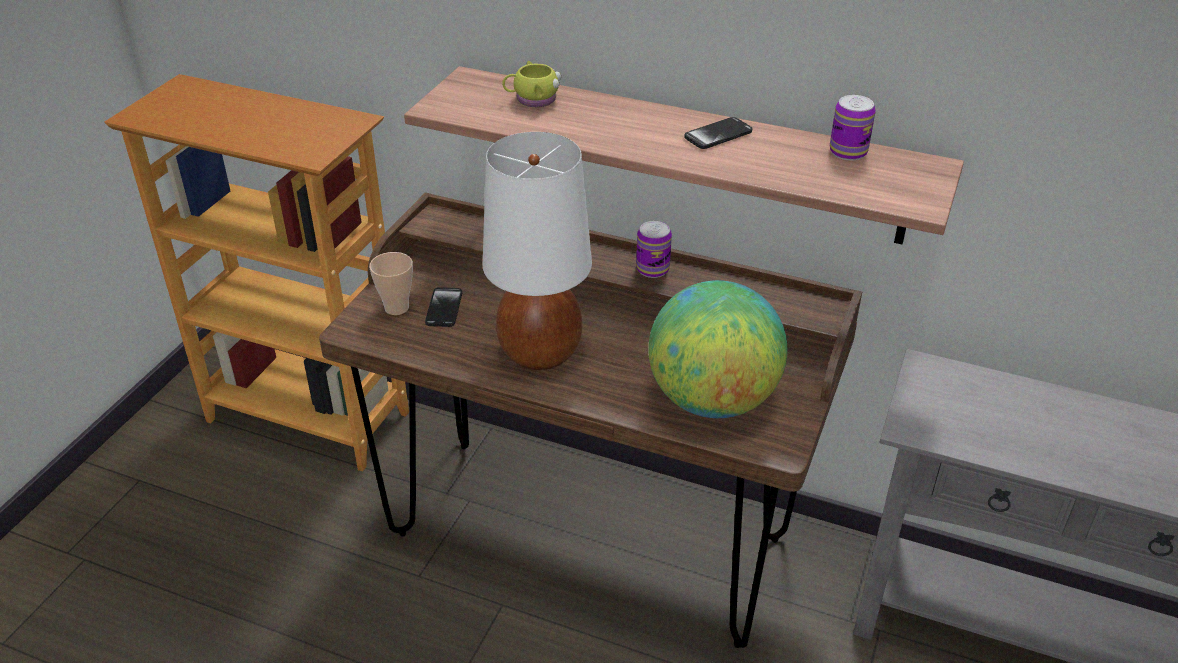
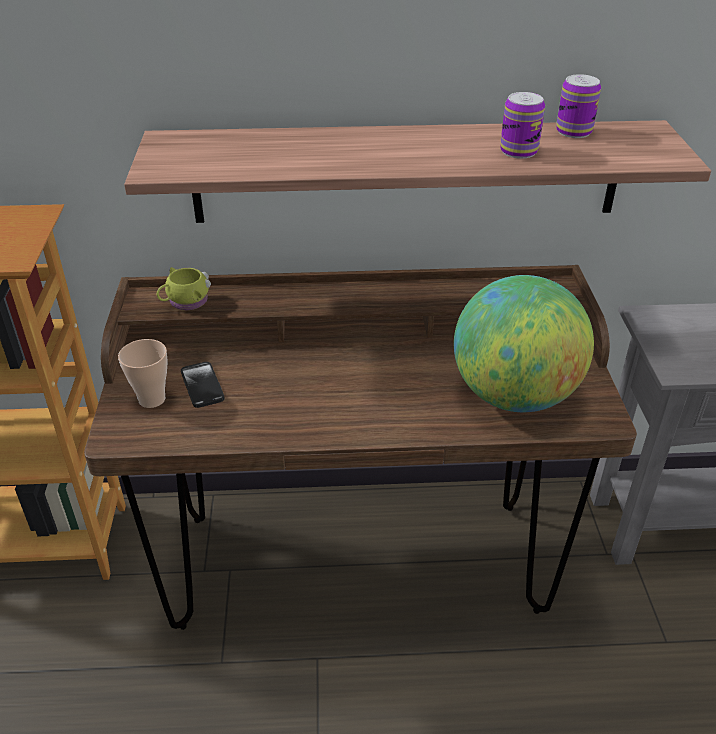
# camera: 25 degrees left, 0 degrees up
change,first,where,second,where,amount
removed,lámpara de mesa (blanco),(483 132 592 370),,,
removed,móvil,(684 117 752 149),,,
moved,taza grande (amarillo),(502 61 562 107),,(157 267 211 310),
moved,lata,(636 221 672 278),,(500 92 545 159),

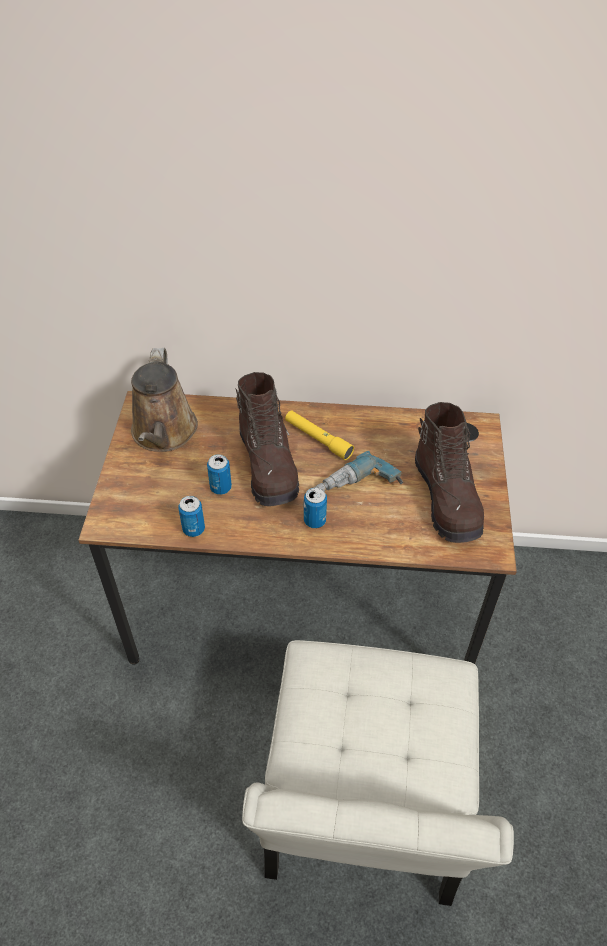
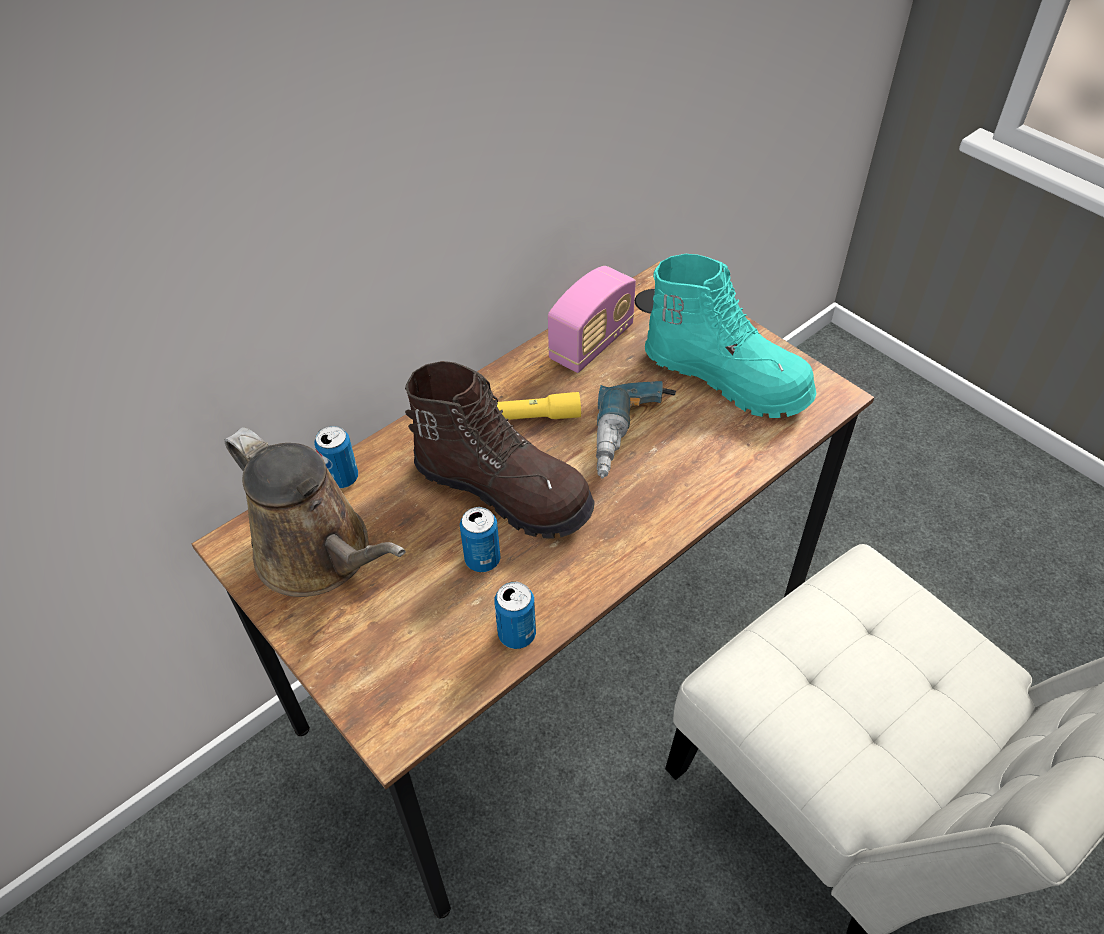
# camera: 45 degrees left, 0 degrees up
change,first,where,second,where,amount
added,,,radio,(548 266 636 373),
moved,lata,(304 487 327 528),,(314 426 358 488),
recoloured,bota (marrón),(415 402 484 543),bota (turquesa),(645 254 817 418),

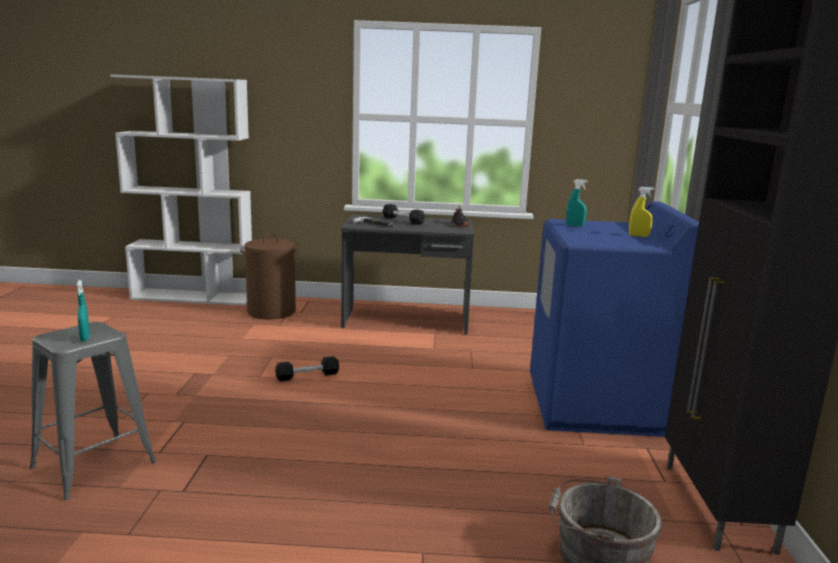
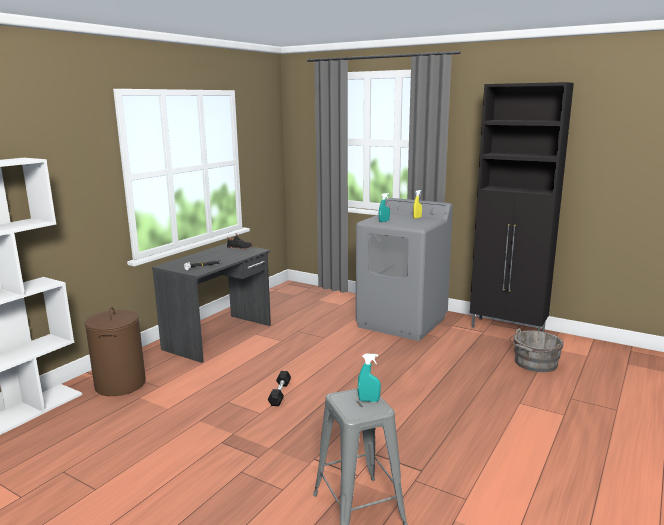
# camera: 60 degrees left, 0 degrees up
change,first,where,second,where,amount
removed,mancuerna (negro),(382 204 425 225),,,
recoloured,lavadora (azul),(530 202 699 437),lavadora (gris),(356 198 453 341),

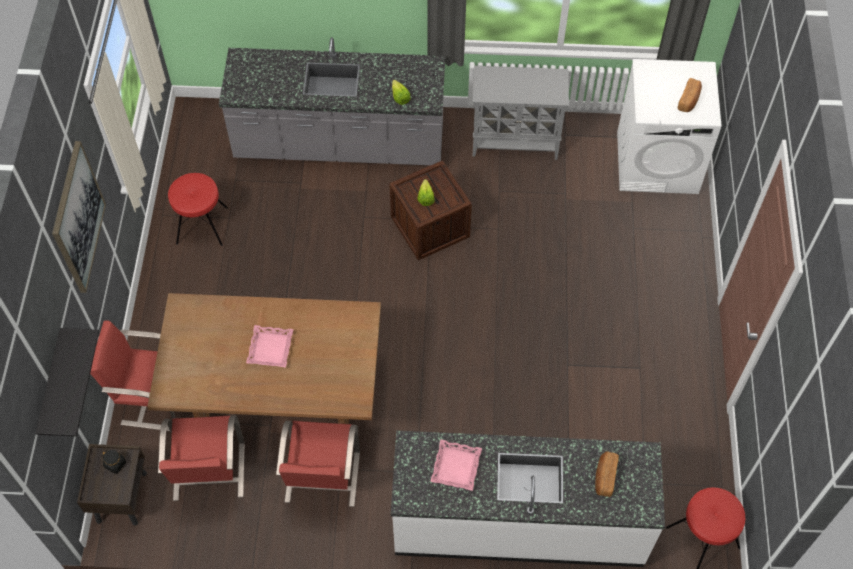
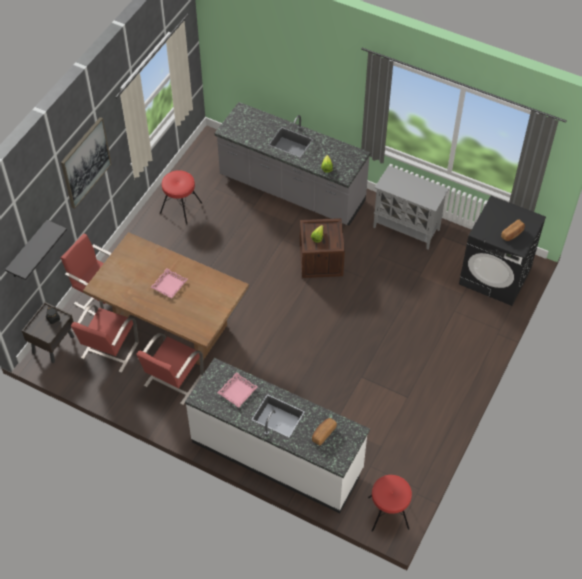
# camera: 25 degrees right, 5 degrees down
change,first,where,second,where,amount
recoloured,lavadora (blanco),(617 59 721 194),lavadora (negro),(459 196 546 306),

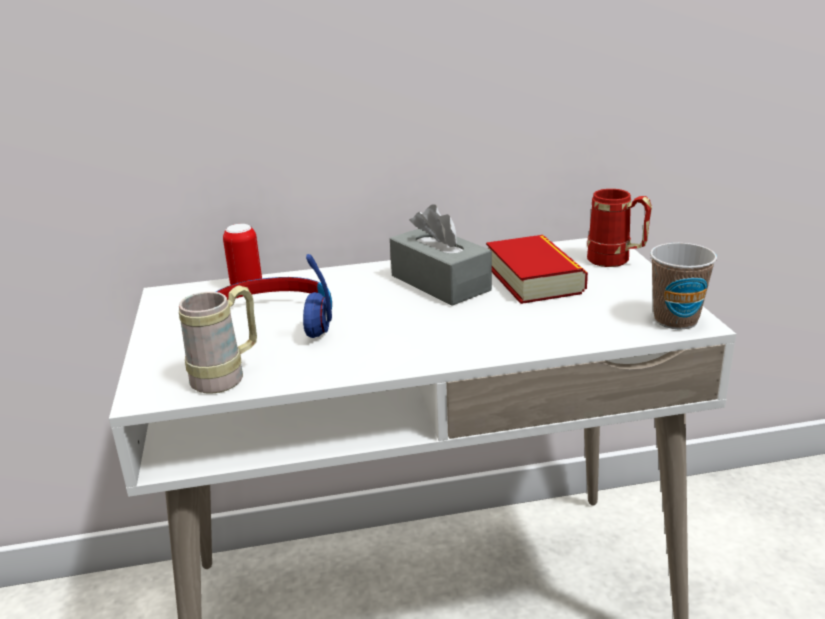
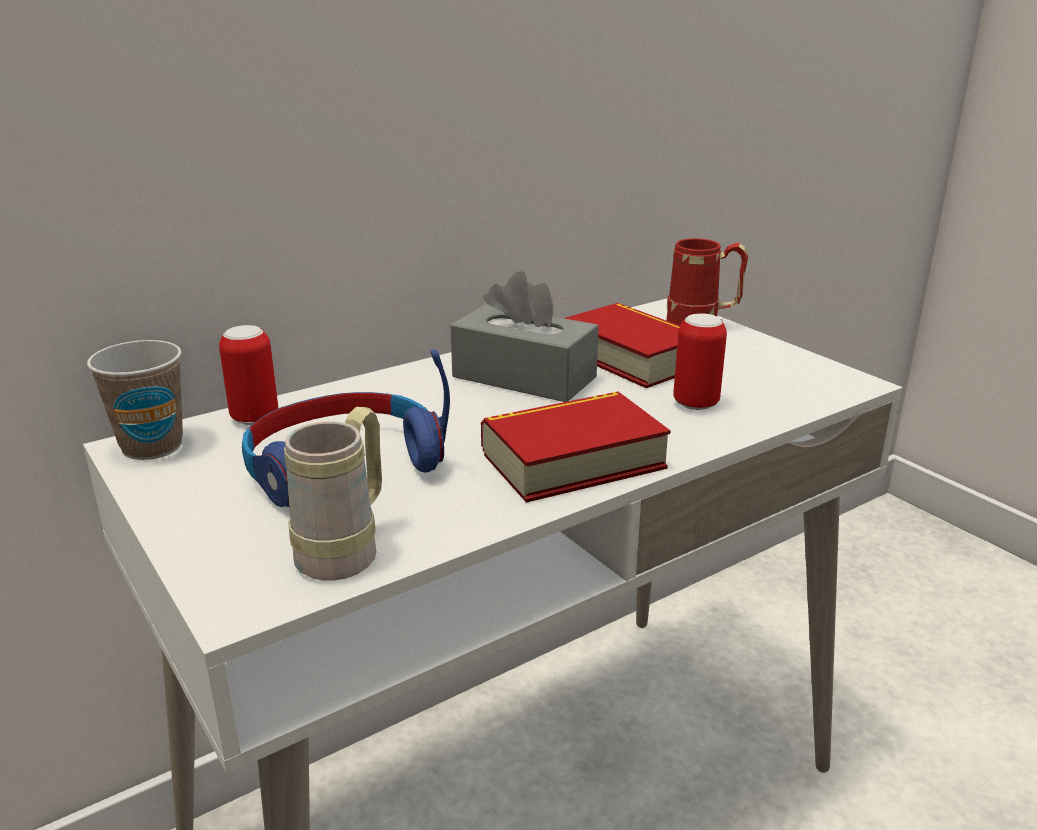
# camera: 25 degrees left, 0 degrees up
change,first,where,second,where,amount
added,,,libro,(481 391 671 503),
added,,,lata,(673 313 727 410),
moved,taza,(650 243 717 330),,(87 340 183 460),

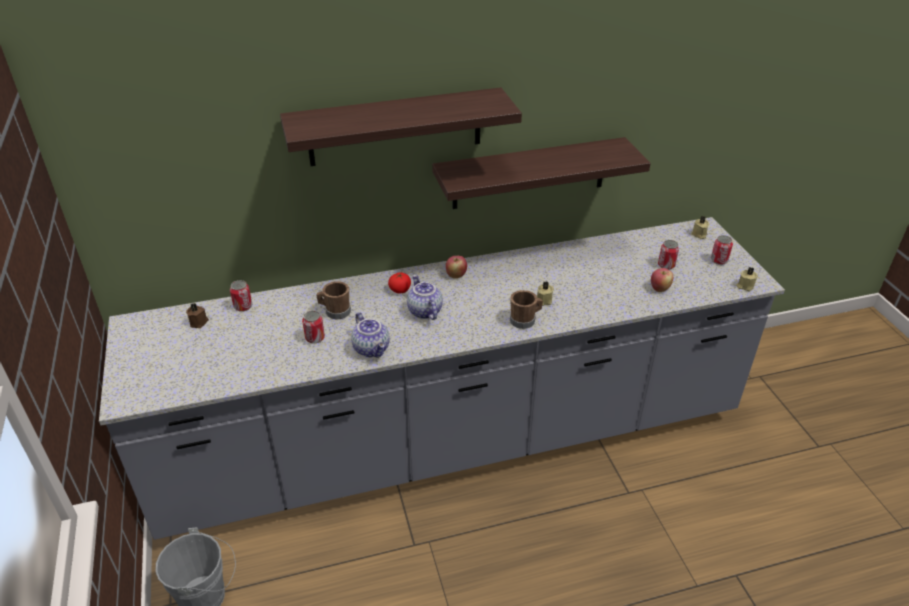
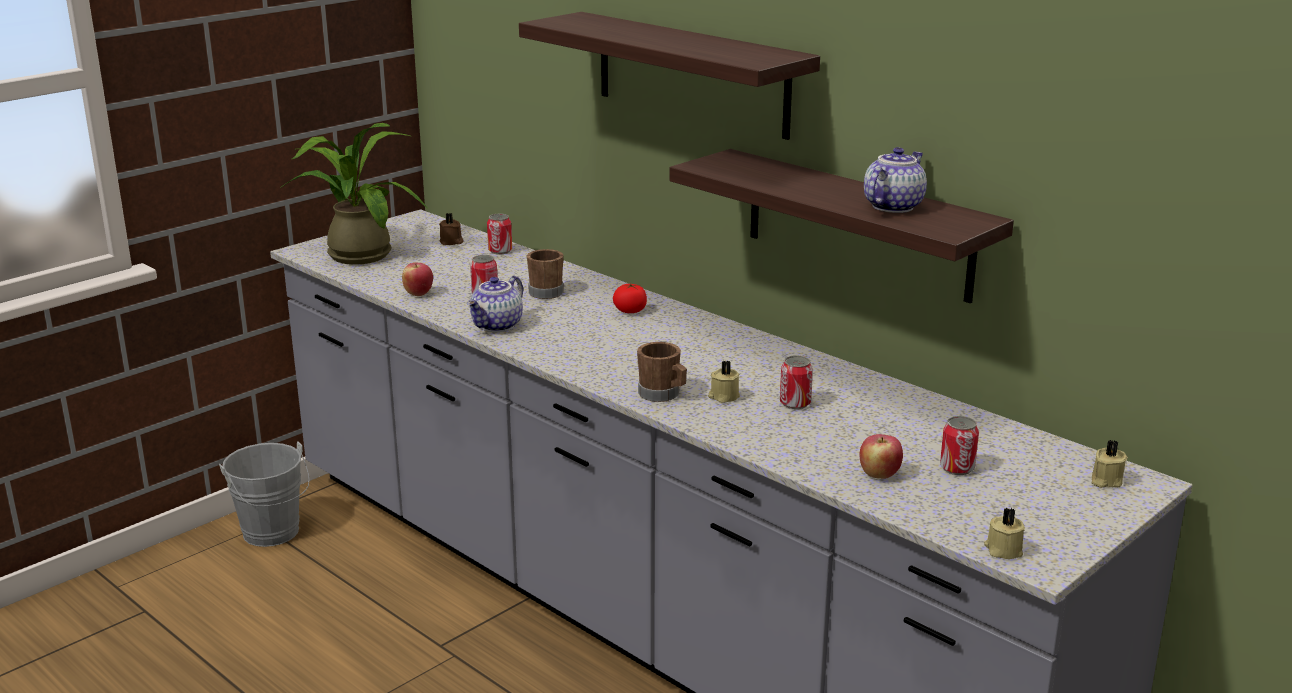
# camera: 60 degrees right, 15 degrees down
change,first,where,second,where,amount
added,,,planta en maceta,(280 123 428 265),
moved,tetera,(407 274 443 320),,(864 147 927 213),
moved,manzana,(446 256 467 278),,(402 263 433 296),
moved,lata,(711 235 733 265),,(780 355 813 409),

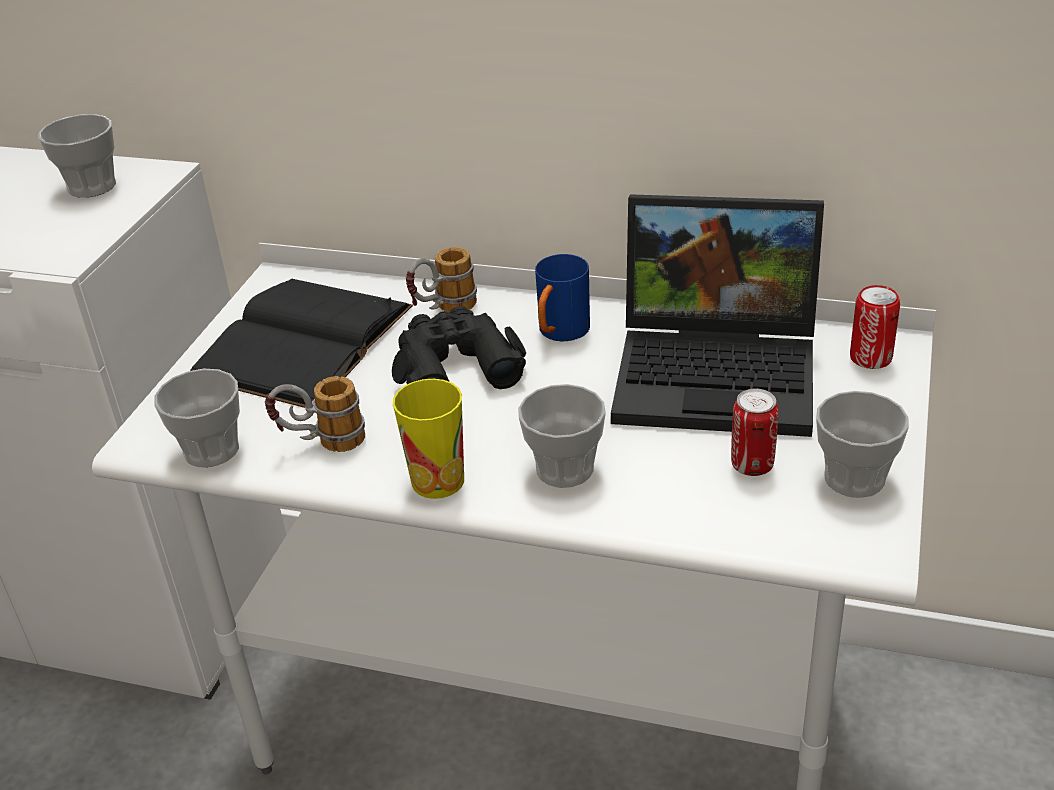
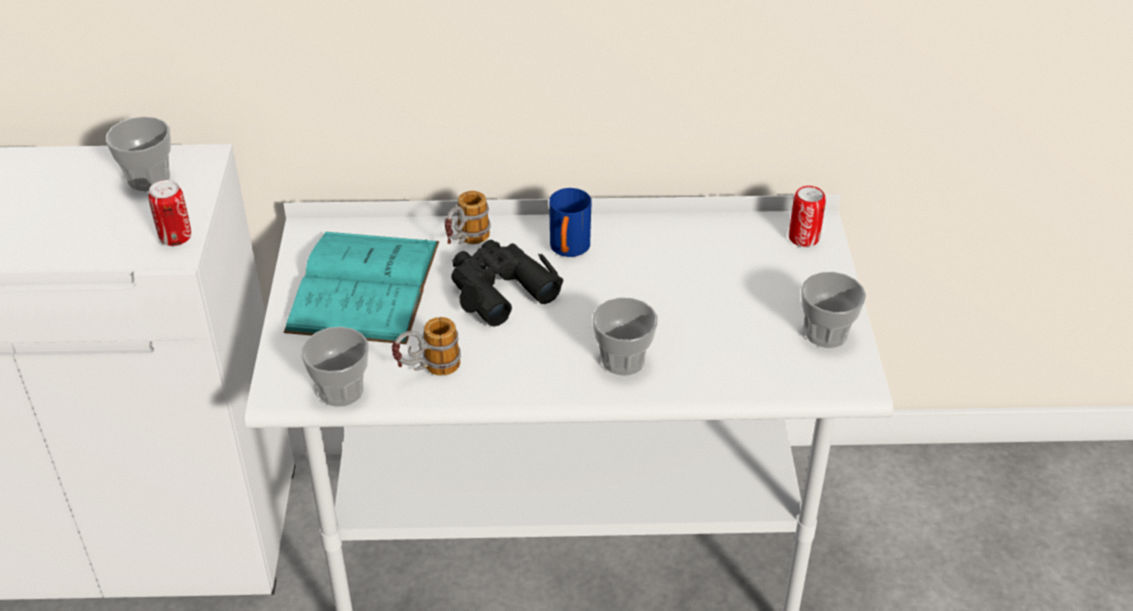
# camera: 20 degrees left, 5 degrees up
change,first,where,second,where,amount
removed,taza,(393 379 464 499),,,
removed,portátil,(611 194 824 437),,,
moved,lata,(731 389 779 476),,(148 180 191 246),
recoloured,libro (negro),(190 278 413 408),libro (turquesa),(284 232 439 344),

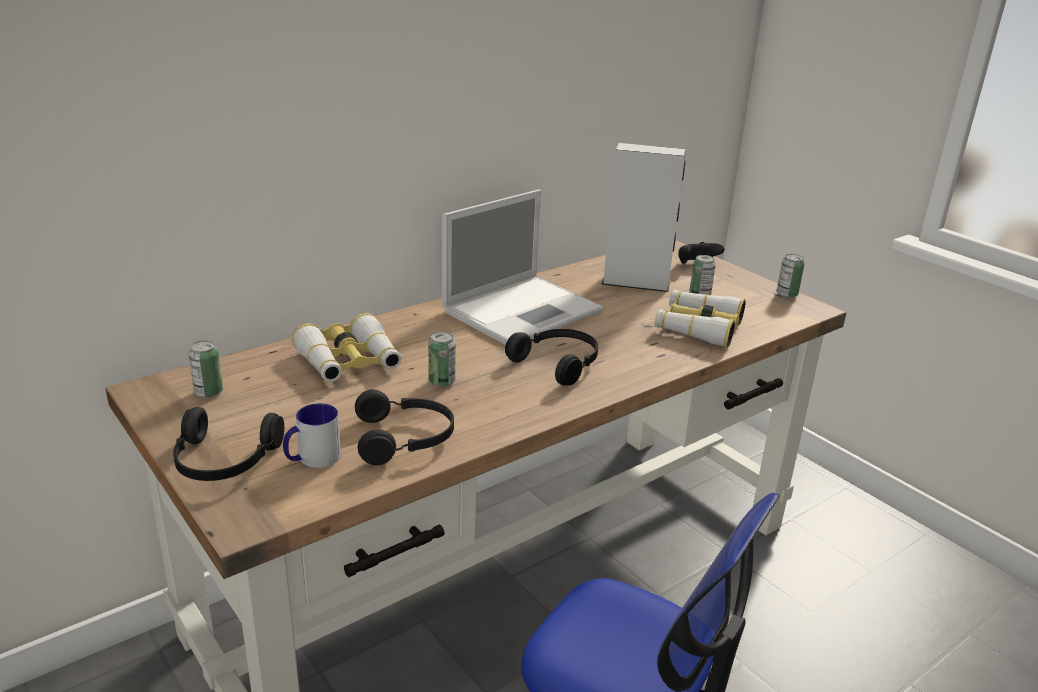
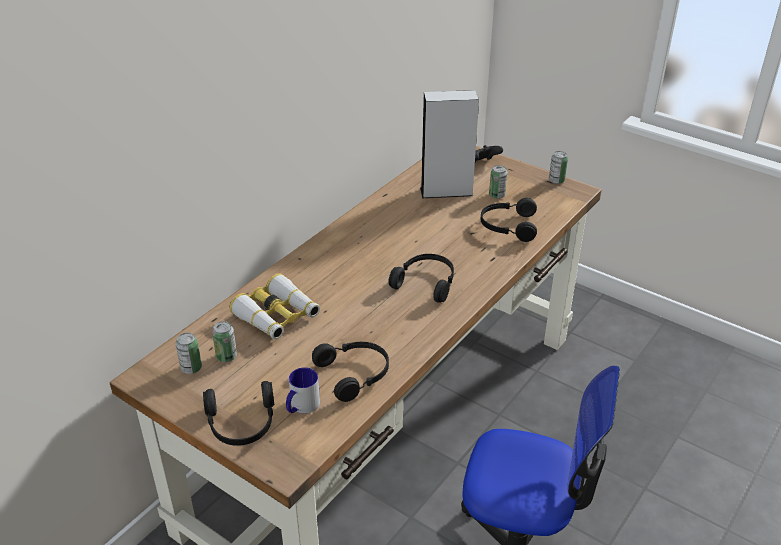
# camera: 15 degrees left, 10 degrees up
change,first,where,second,where,amount
removed,portátil,(442 190 603 345),,,
moved,lata,(428 332 456 387),,(212 321 237 362),
replaced,prismáticos,(655 290 746 348),auriculares (negro),(481 198 537 242),

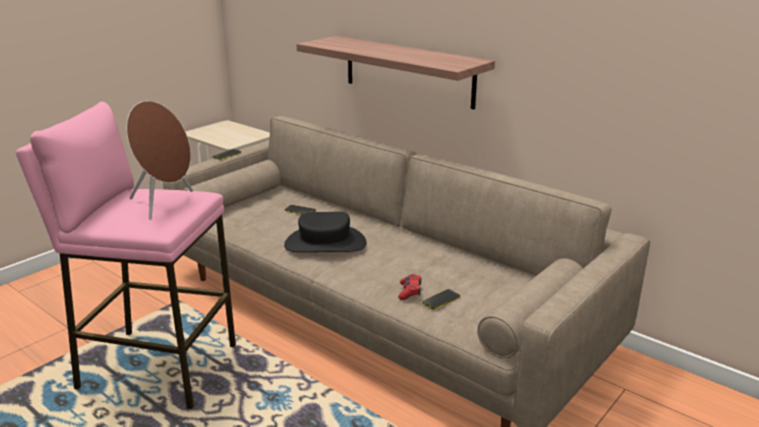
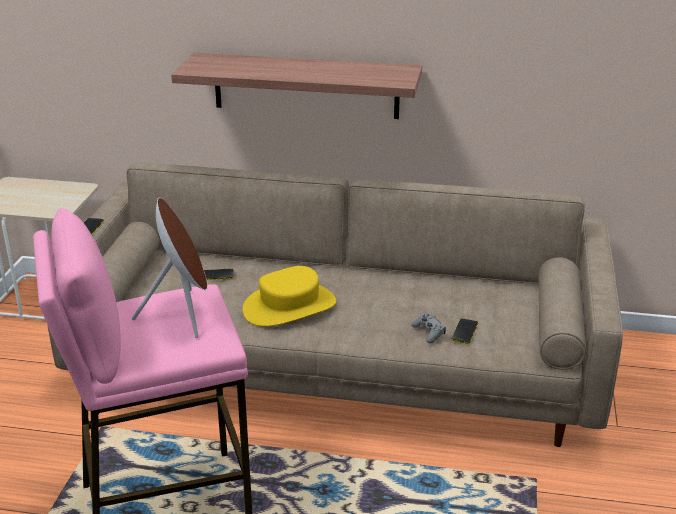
# camera: 30 degrees left, 5 degrees up
change,first,where,second,where,amount
recoloured,sombrero (negro),(284 212 366 252),sombrero (amarillo),(243 266 336 327),
recoloured,mando de consola (rojo),(398 274 422 300),mando de consola (gris),(411 313 446 343),

